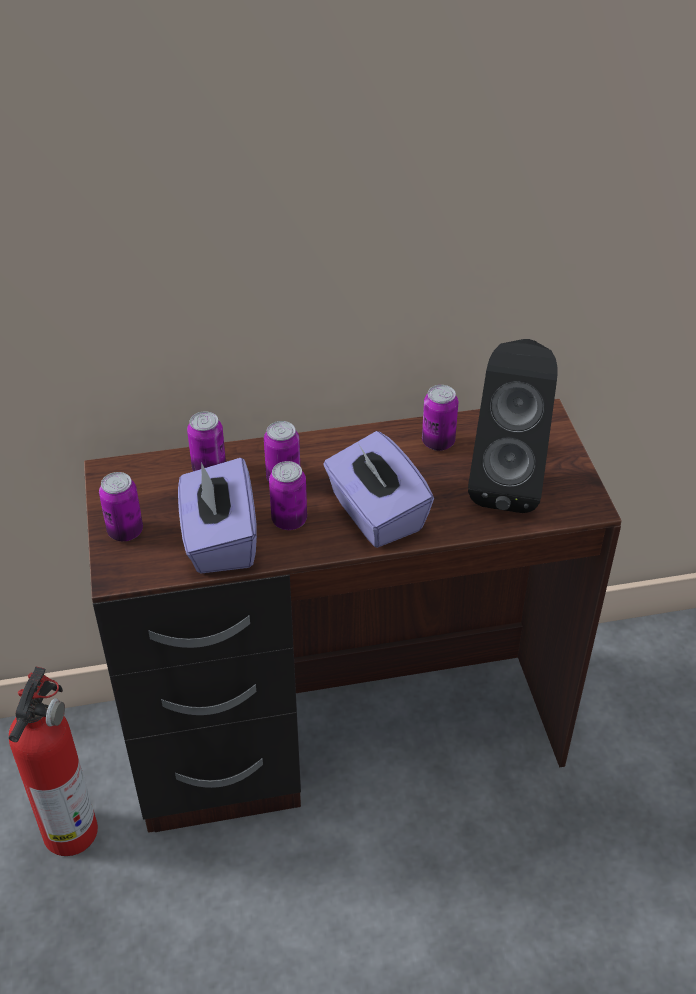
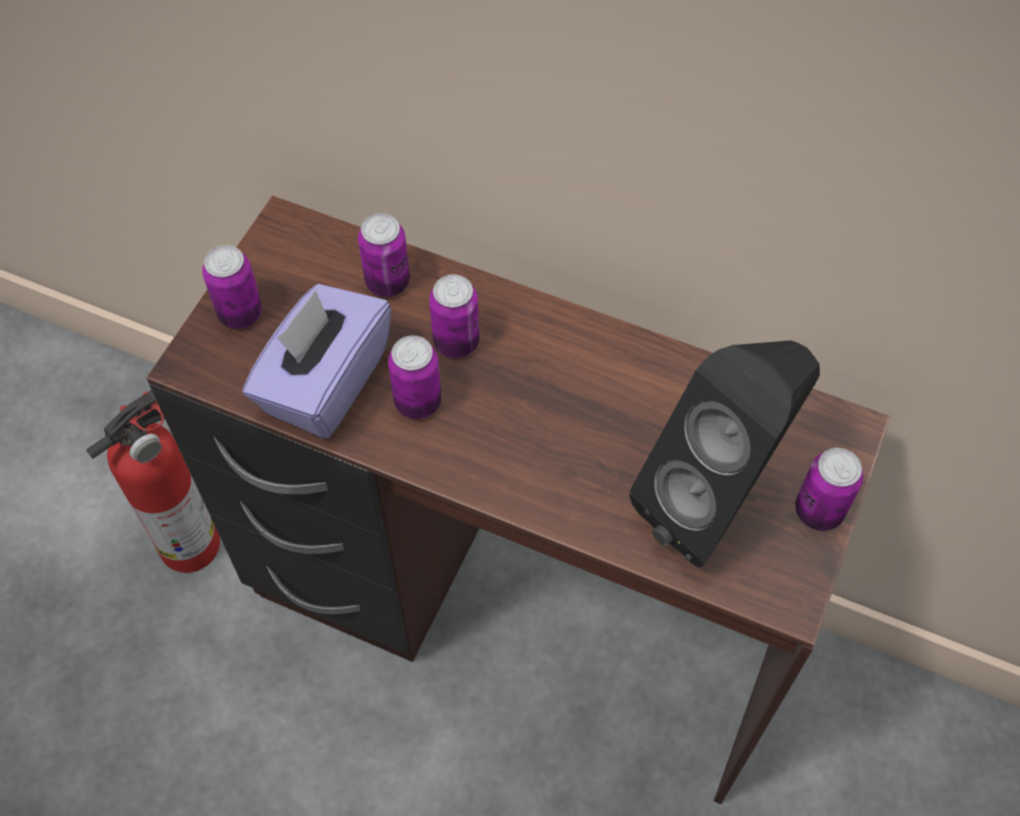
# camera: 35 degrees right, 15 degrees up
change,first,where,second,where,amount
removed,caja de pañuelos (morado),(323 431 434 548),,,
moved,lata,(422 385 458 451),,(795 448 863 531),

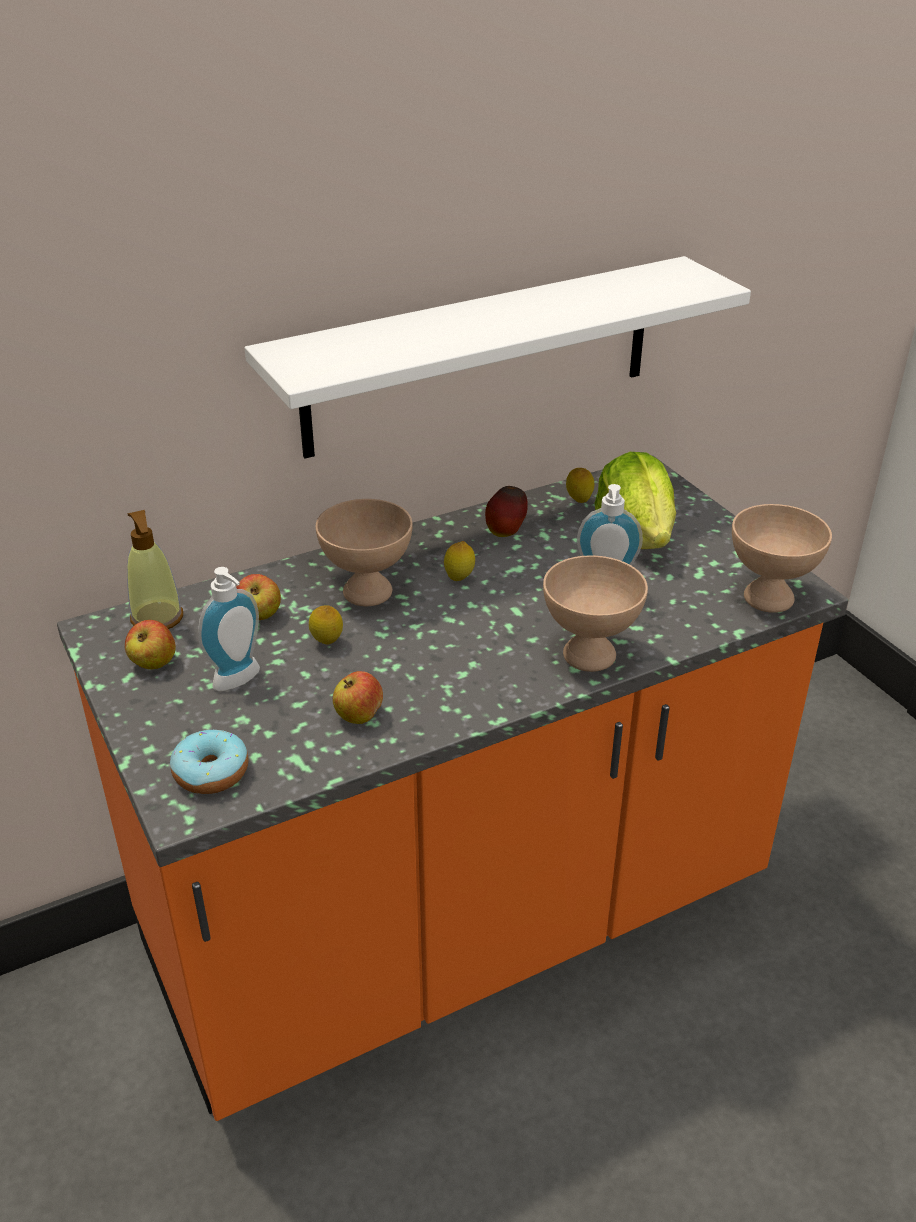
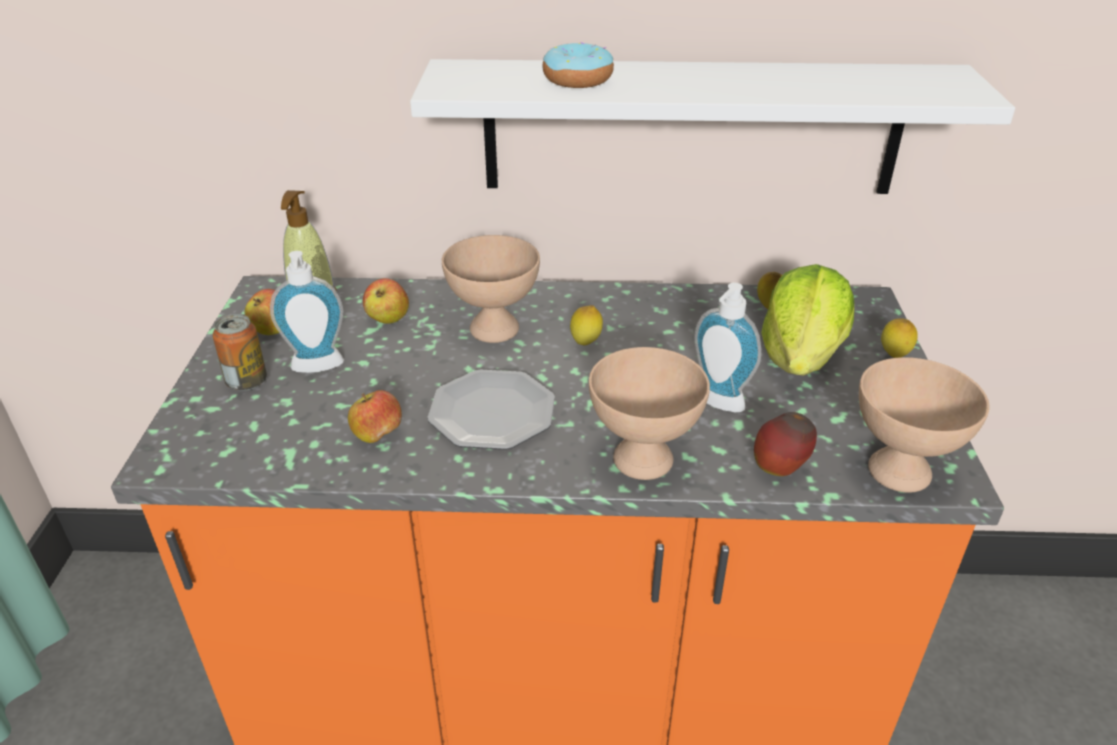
# camera: 30 degrees right, 0 degrees up
change,first,where,second,where,amount
added,,,lata,(213 314 267 391),
added,,,plato,(427 370 555 450),
moved,rosquilla,(170 730 248 794),,(542 42 614 88),
moved,limón,(309 605 343 645),,(881 318 918 358),
moved,manzana,(485 486 528 537),,(754 412 817 476),

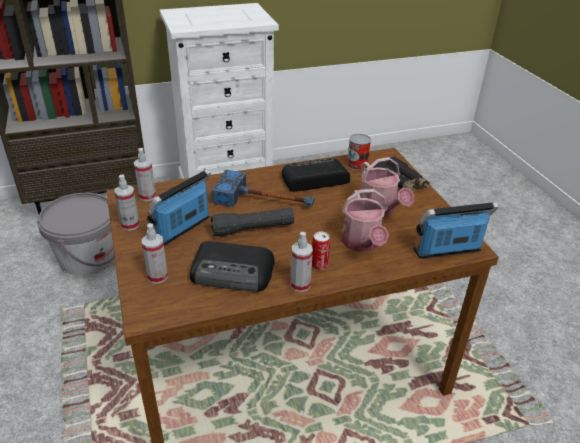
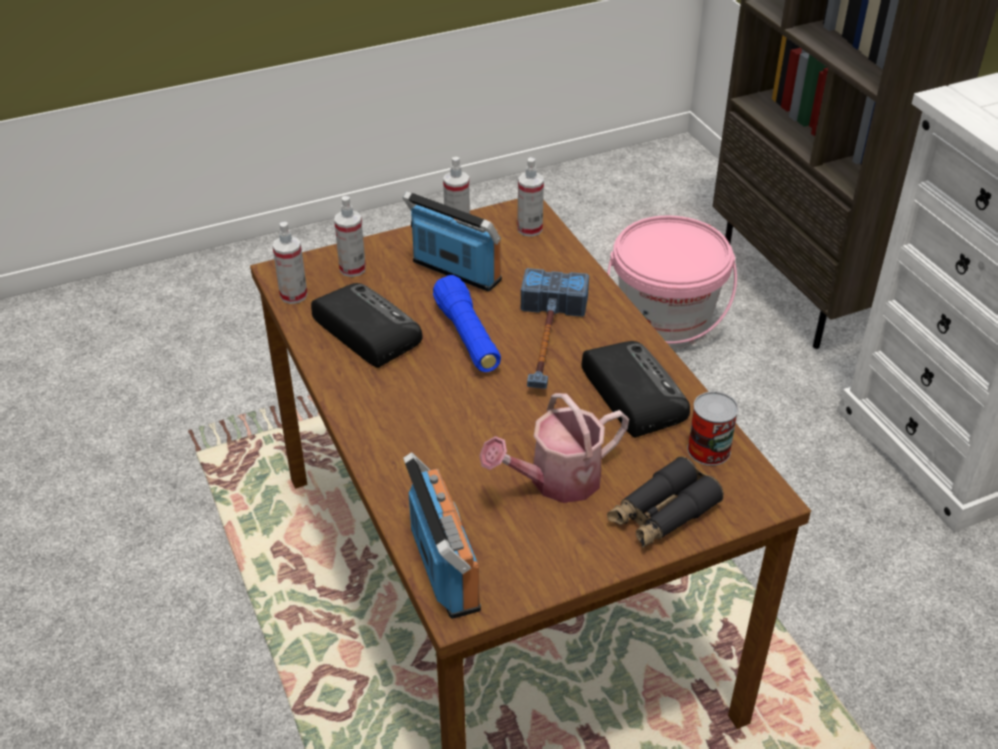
# camera: 85 degrees right, 5 degrees up
change,first,where,second,where,amount
removed,lata,(312 232 330 270),,,
removed,regadera,(341 189 389 252),,,
moved,pulverizador,(290 232 313 292),,(272 222 307 304),
recoloured,cubo (gris),(37 193 115 275),cubo (rosa),(607 215 737 348),
recoloured,linterna (negro),(211 207 294 237),linterna (azul),(433 275 501 372),
turned,radio,(190 241 274 292),,(311 283 423 368),135 degrees clockwise

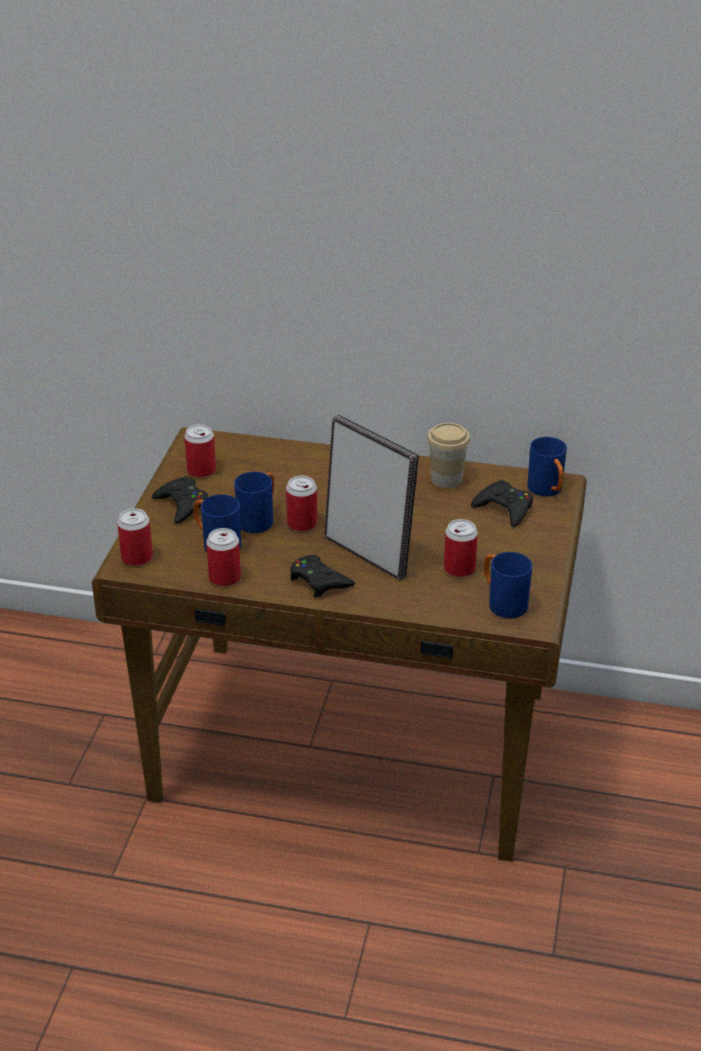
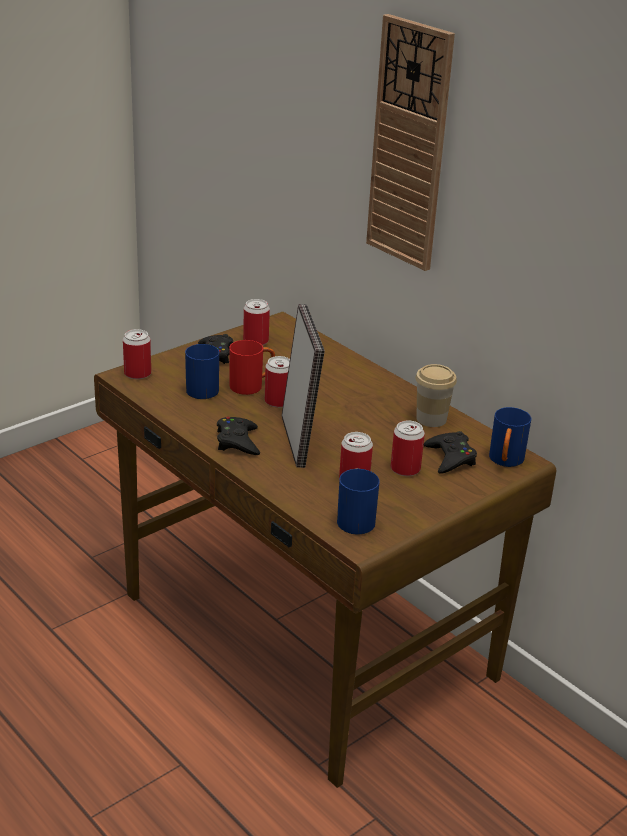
# camera: 35 degrees right, 5 degrees down
change,first,where,second,where,amount
added,,,reloj de pared,(366 14 455 271),
moved,lata,(206 528 241 587),,(391 420 425 476),
recoloured,taza grande (azul),(234 472 274 533),taza grande (rojo),(229 340 275 395),

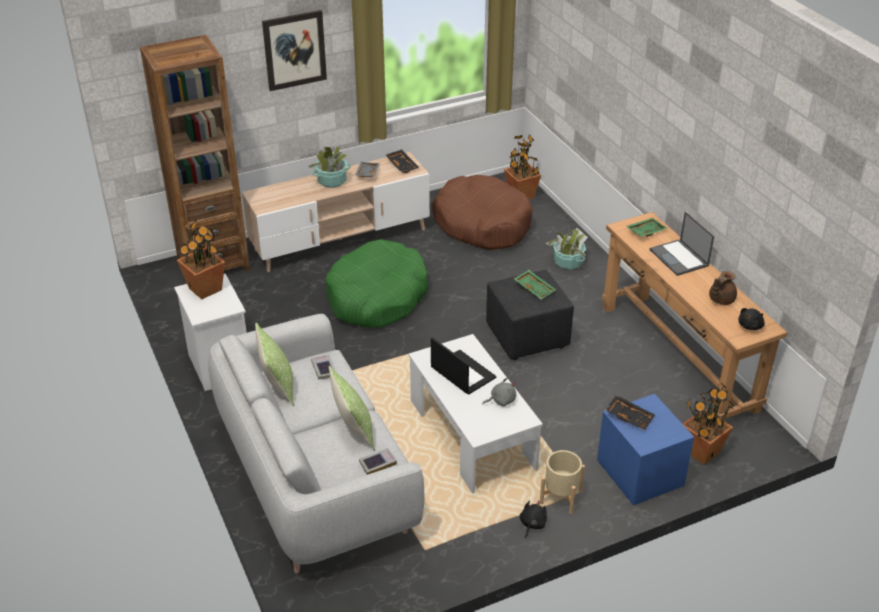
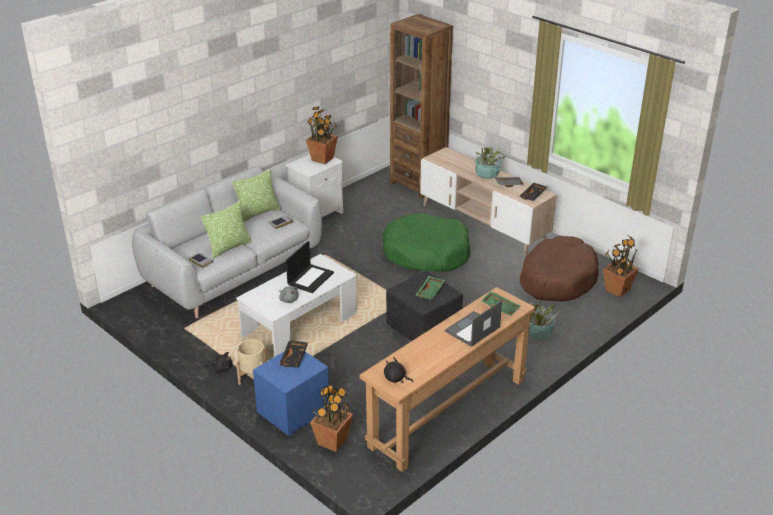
# camera: 70 degrees right, 5 degrees down
change,first,where,second,where,amount
removed,cuadro,(262 10 327 91),,,
removed,tetera (marrón),(709 271 737 305),,,

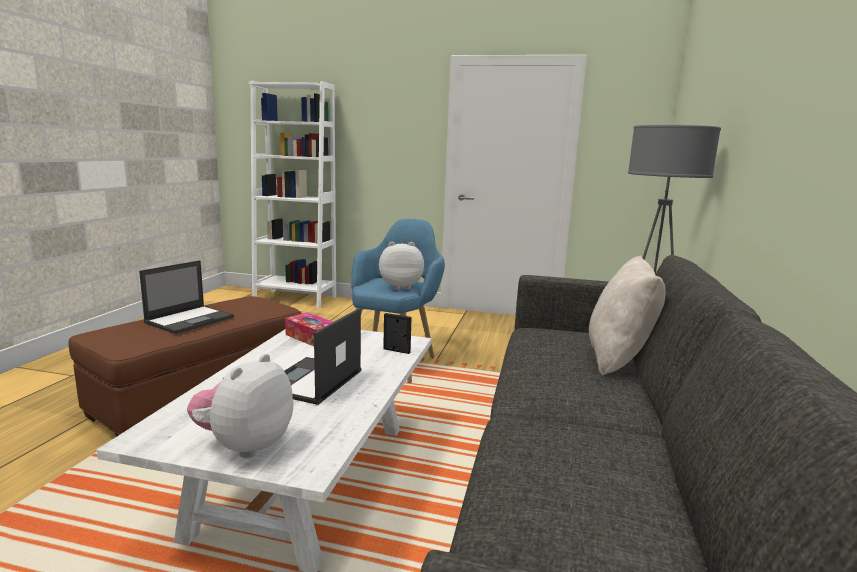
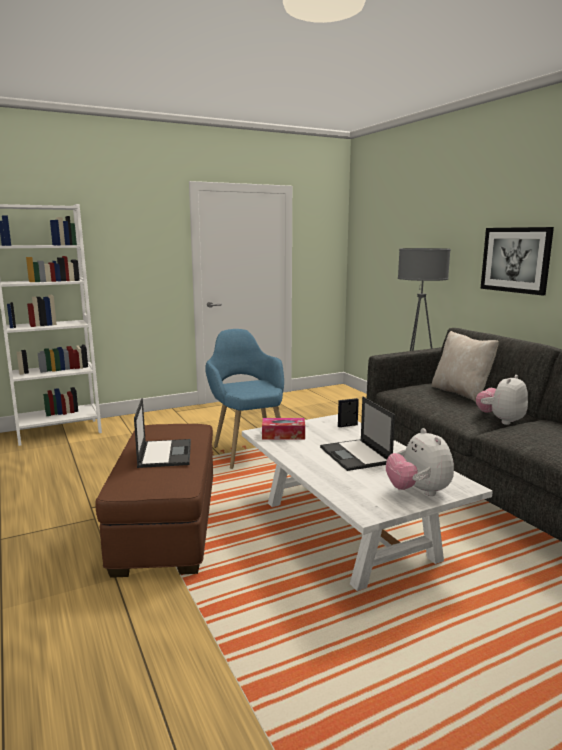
# camera: 40 degrees left, 0 degrees up
change,first,where,second,where,amount
added,,,cuadro,(480 227 554 295),
moved,peluche,(379 242 424 290),,(476 375 528 425),

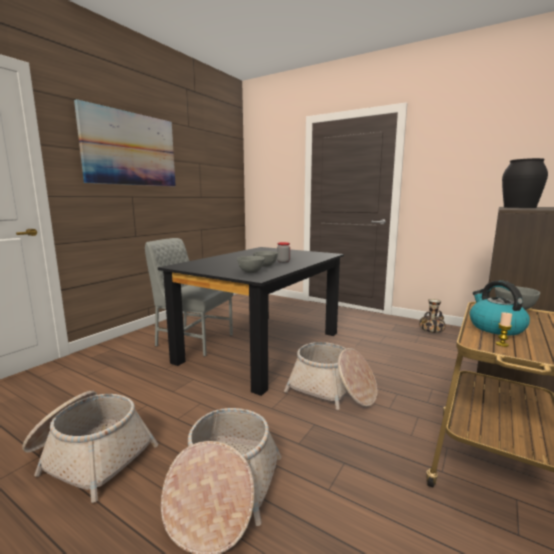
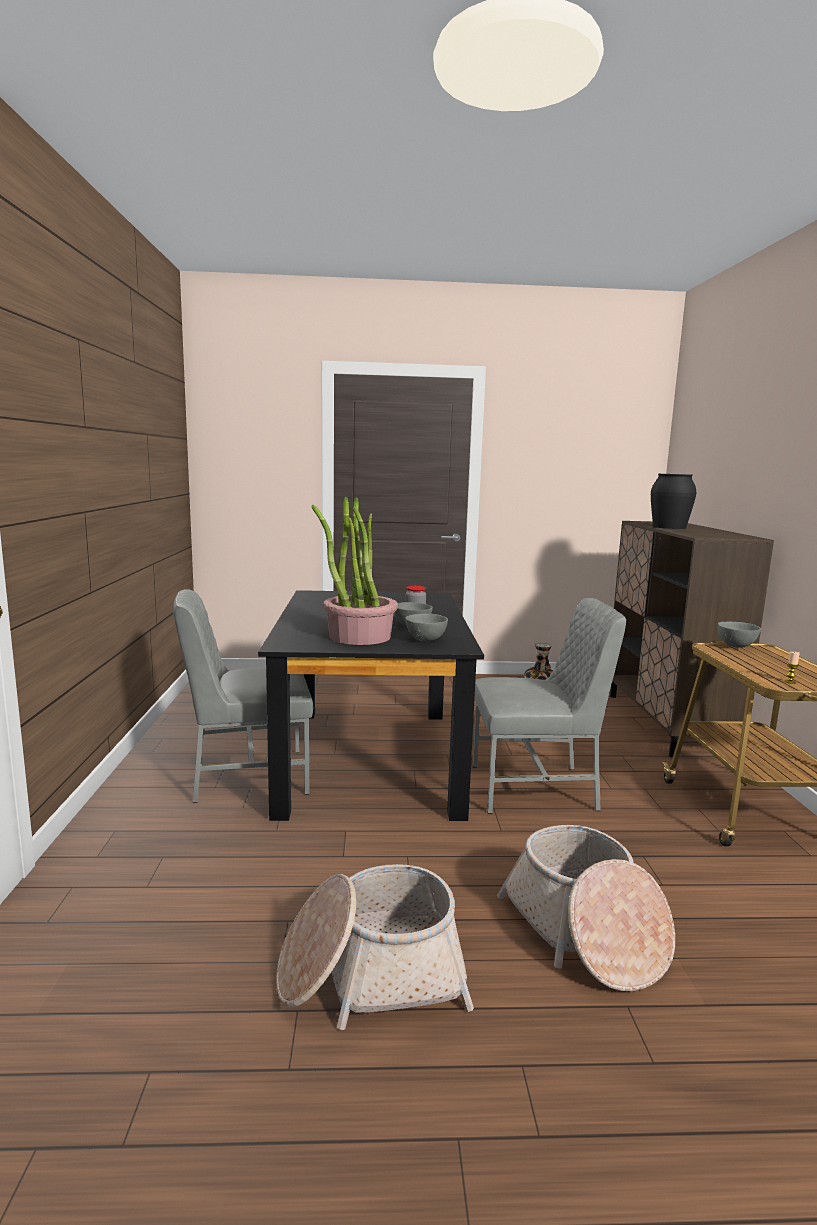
# camera: 35 degrees left, 0 degrees up
change,first,where,second,where,amount
removed,cuadro,(74 99 176 187),,,
removed,hervidor,(470 281 530 335),,,
added,,,planta en maceta,(312 497 398 645),
replaced,cesta,(284 342 377 410),silla (gris),(473 598 626 814),

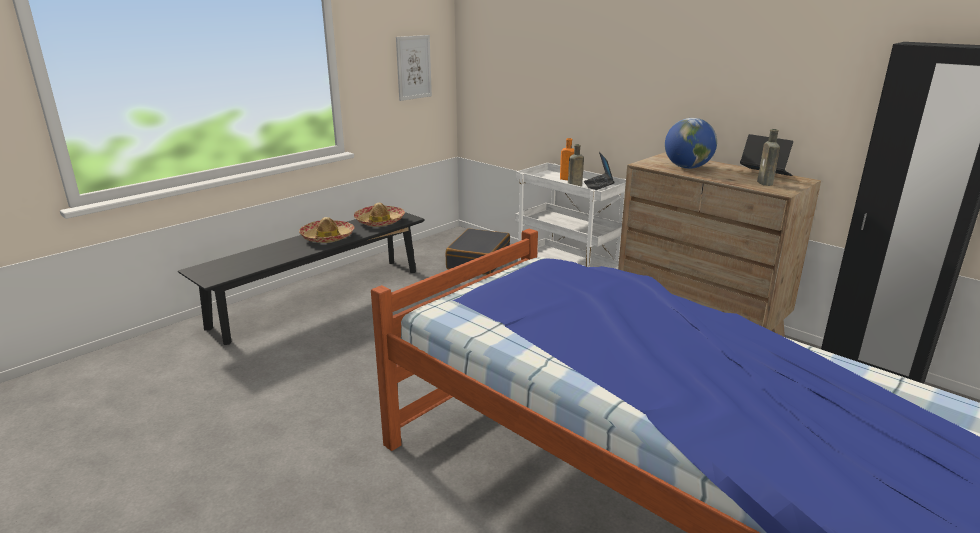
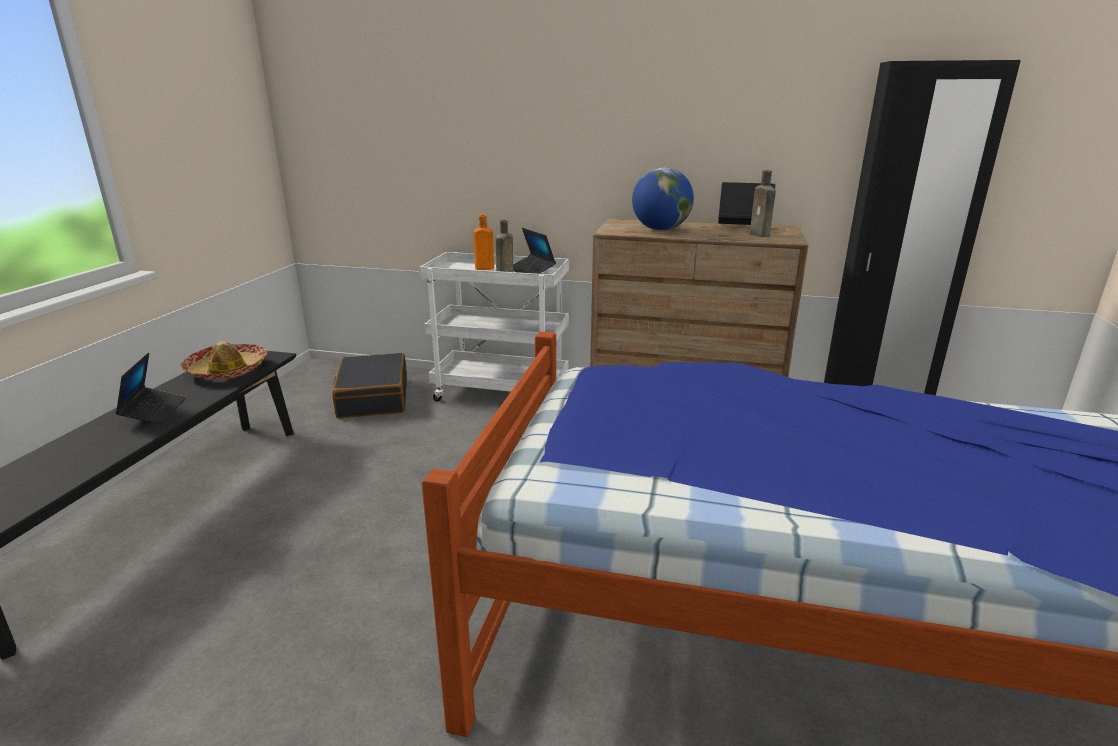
# camera: 30 degrees left, 0 degrees up
change,first,where,second,where,amount
removed,cuadro,(396 35 432 101),,,
replaced,sombrero,(299 217 355 243),portátil,(115 352 185 424),

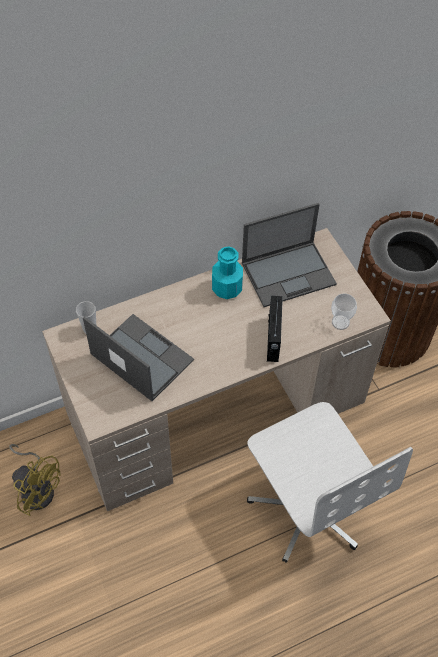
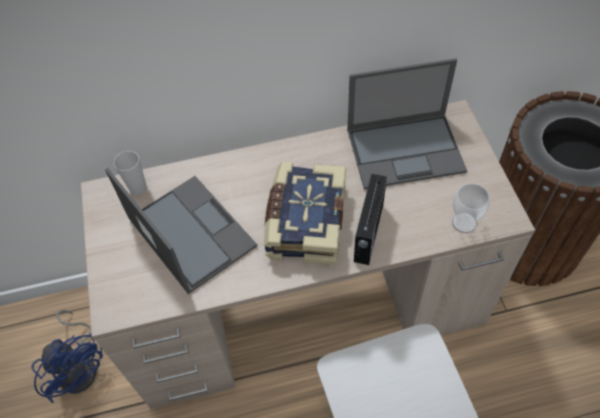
# camera: 15 degrees right, 0 degrees up
change,first,where,second,where,amount
removed,botella (turquesa),(212 246 243 299),,,
added,,,libro,(264 162 346 266),
recoloured,ventilador (amarillo),(9 444 61 516),ventilador (azul),(31 310 103 403),

